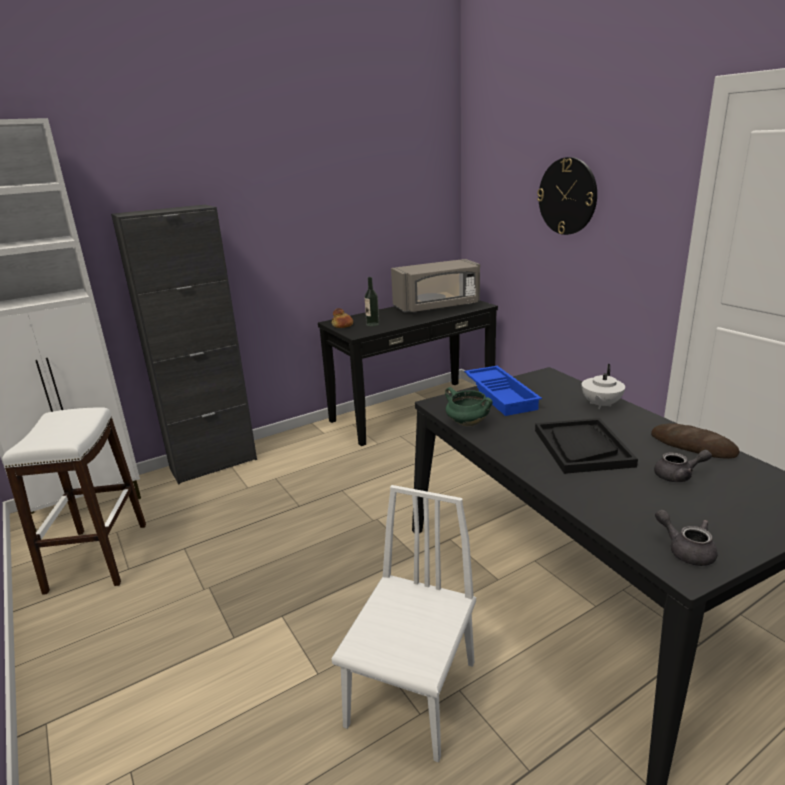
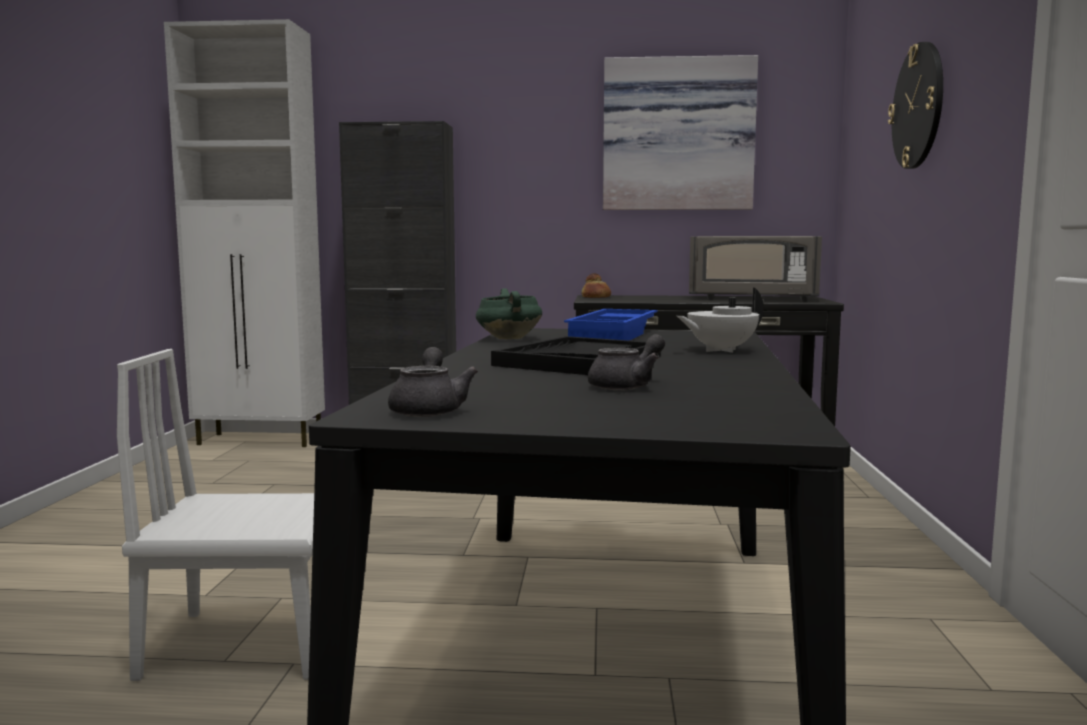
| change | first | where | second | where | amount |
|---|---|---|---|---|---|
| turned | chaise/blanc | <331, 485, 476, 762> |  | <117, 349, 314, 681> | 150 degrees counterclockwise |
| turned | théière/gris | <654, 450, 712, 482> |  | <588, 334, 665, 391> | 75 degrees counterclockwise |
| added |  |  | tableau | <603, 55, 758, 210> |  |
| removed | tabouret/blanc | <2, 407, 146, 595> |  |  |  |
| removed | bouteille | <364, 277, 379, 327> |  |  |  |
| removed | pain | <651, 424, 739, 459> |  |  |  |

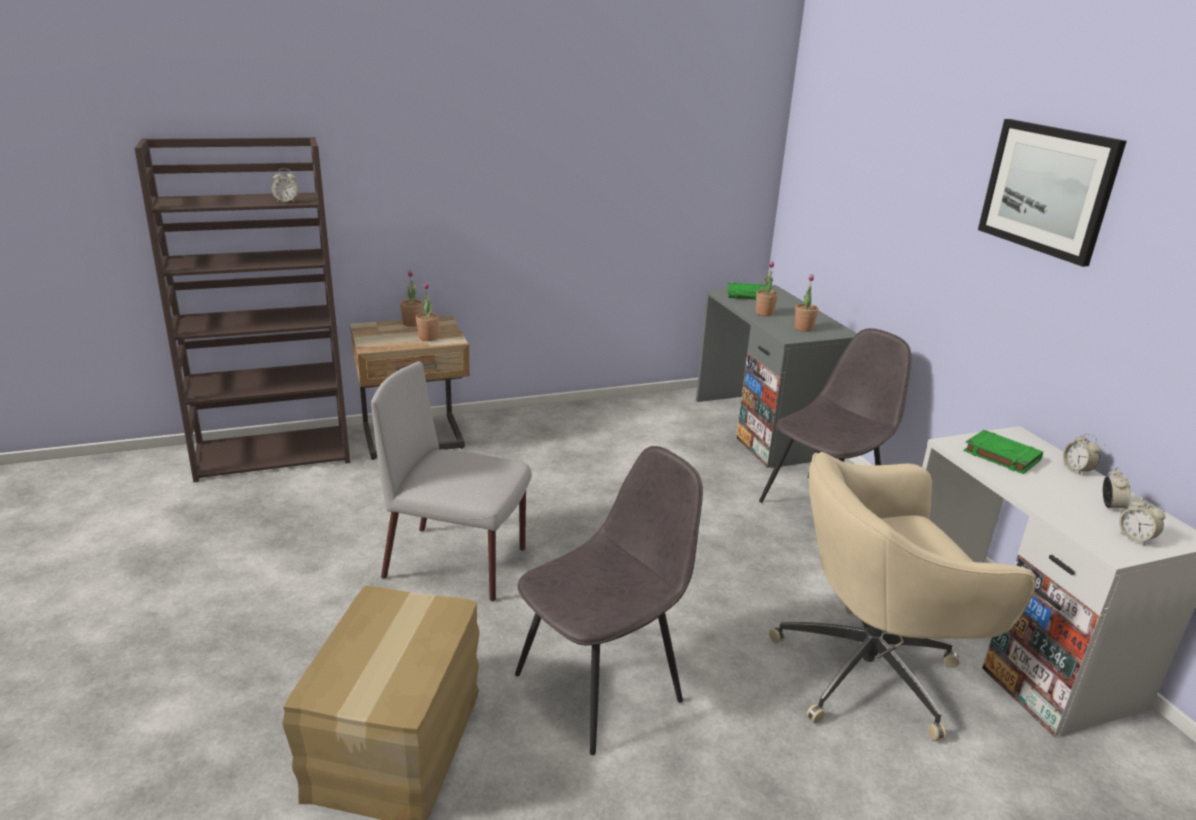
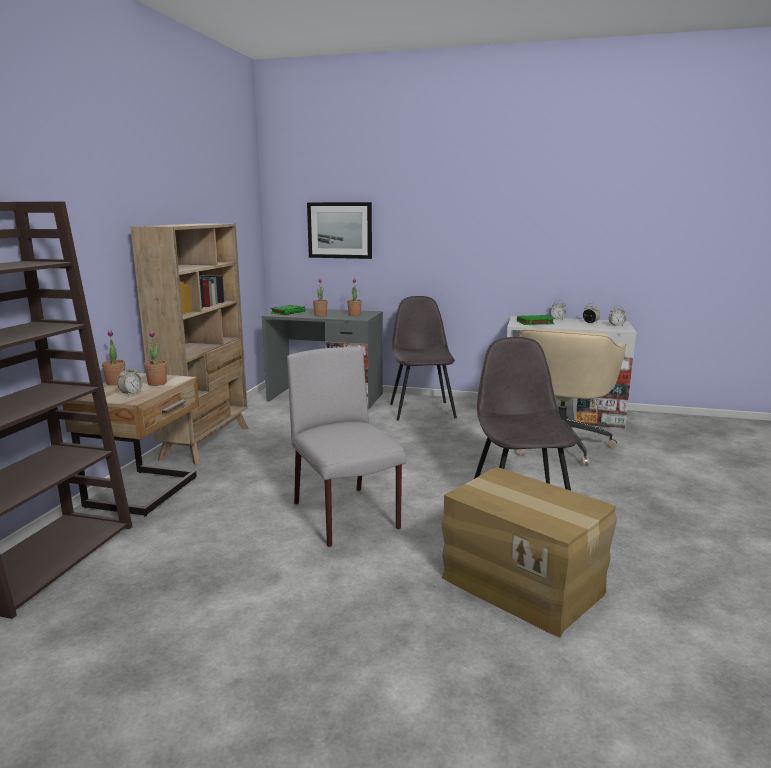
| change | first | where | second | where | amount |
|---|---|---|---|---|---|
| moved | réveil | <272, 169, 299, 202> |  | <118, 366, 143, 396> |  |
| added |  |  | bibliothèque/beige | <131, 224, 249, 465> |  |
| turned | chaise/gris | <371, 362, 532, 601> |  | <287, 347, 407, 547> | 105 degrees clockwise |
| moved | tableau | <978, 119, 1127, 267> |  | <307, 202, 372, 259> |  |

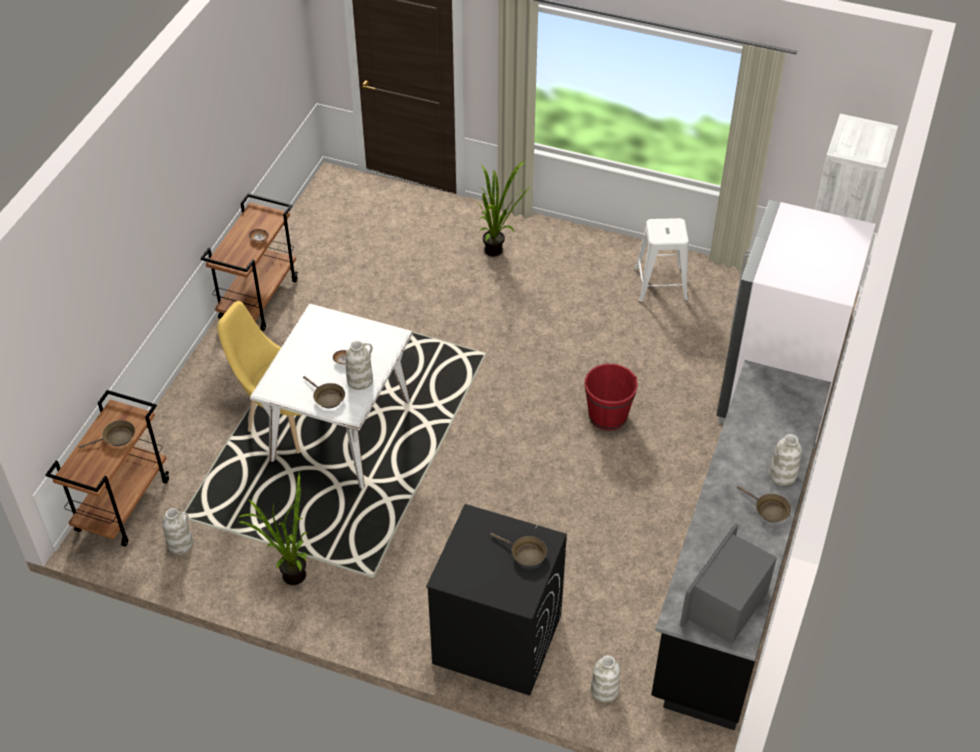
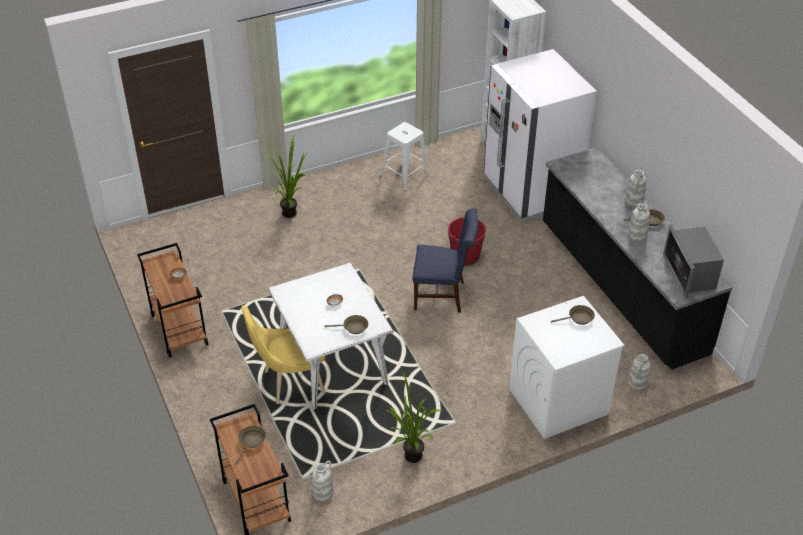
| change | first | where | second | where | amount |
|---|---|---|---|---|---|
| added |  |  | chaise/bleu | <412, 208, 478, 313> |  |
| recoloured | lave-linge/noir | <426, 504, 567, 696> | lave-linge/blanc | <509, 296, 624, 439> |  |
| moved | vase/blanc | <346, 341, 373, 390> |  | <628, 201, 650, 242> |  |

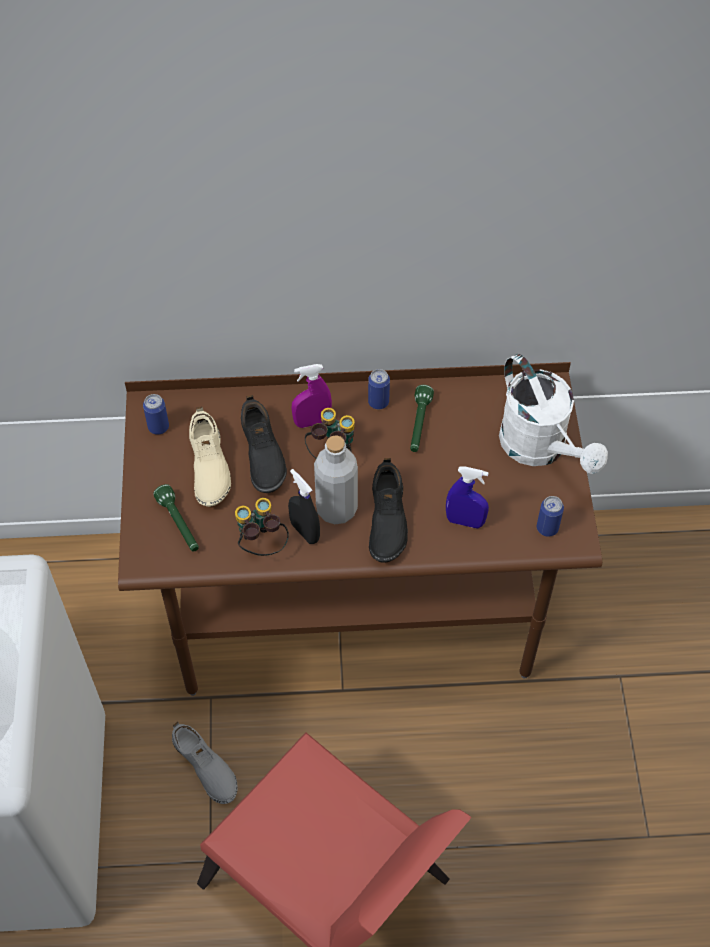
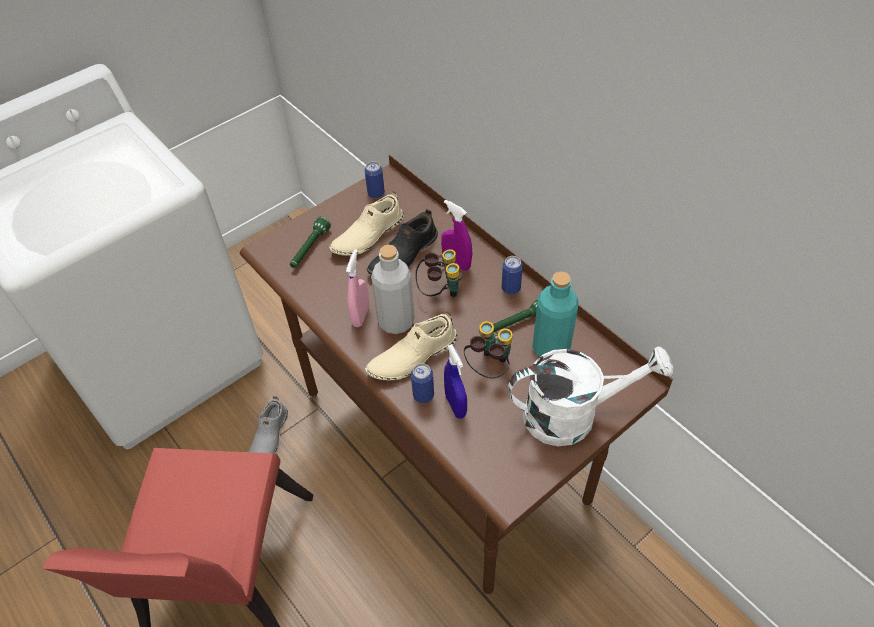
| change | first | where | second | where | amount |
|---|---|---|---|---|---|
| recoloured | vaporisateur/noir | <288, 469, 320, 544> | vaporisateur/rose | <346, 249, 369, 327> |  |
| recoloured | chaussure/noir | <369, 458, 408, 563> | chaussure/beige | <365, 312, 457, 380> |  |
| moved | boîte métallique | <537, 496, 564, 537> |  | <411, 363, 434, 403> |  |
| moved | jumelles | <235, 498, 289, 556> |  | <464, 321, 513, 378> |  |
| turned | arrosoir/blanc | <499, 354, 608, 474> |  | <508, 346, 673, 446> | 120 degrees counterclockwise |
| added |  |  | bouteille/turquoise | <532, 271, 579, 357> |  |

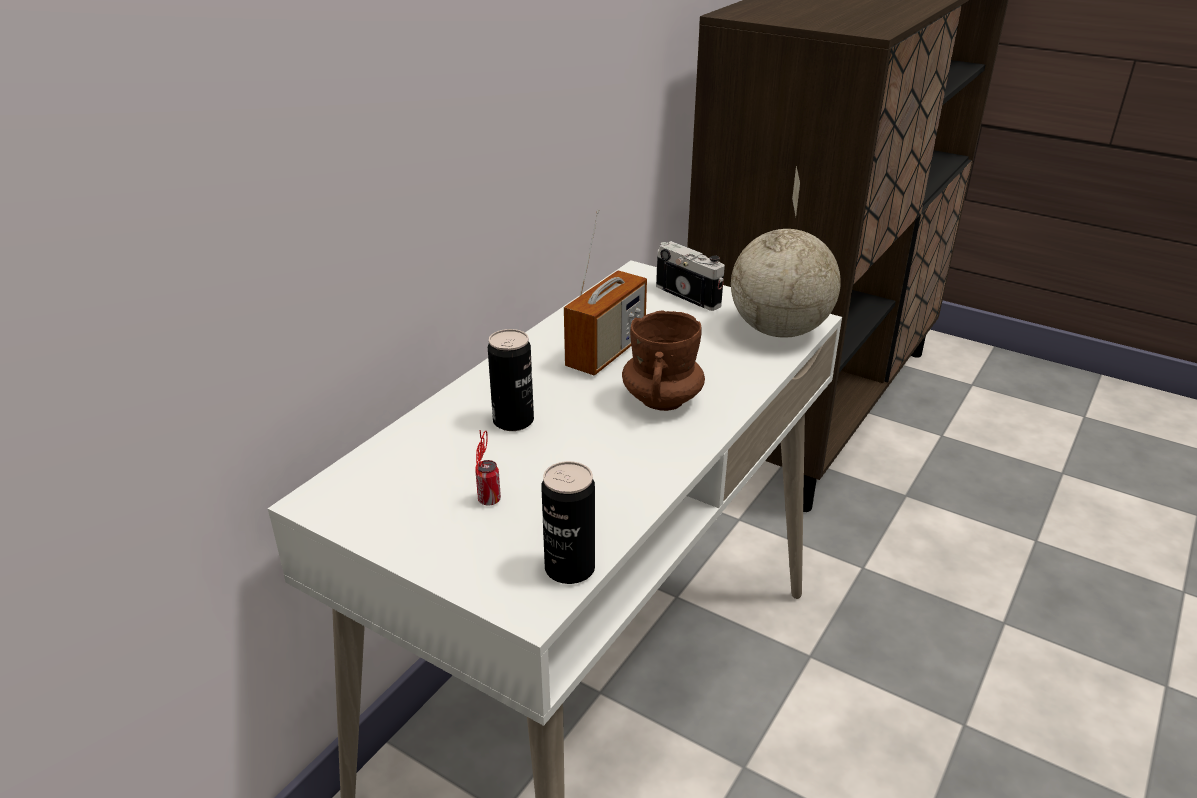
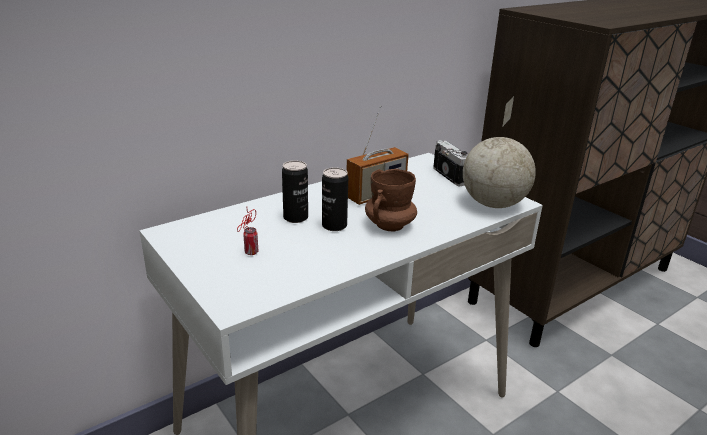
| change | first | where | second | where | amount |
|---|---|---|---|---|---|
| moved | boîte métallique | <541, 461, 595, 584> |  | <322, 168, 348, 231> |  |

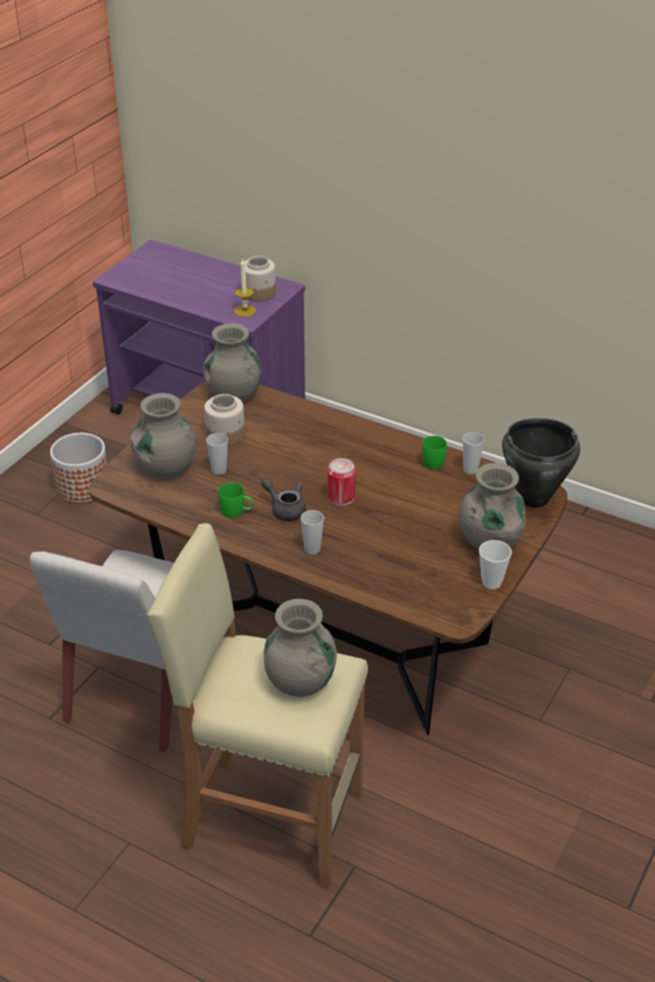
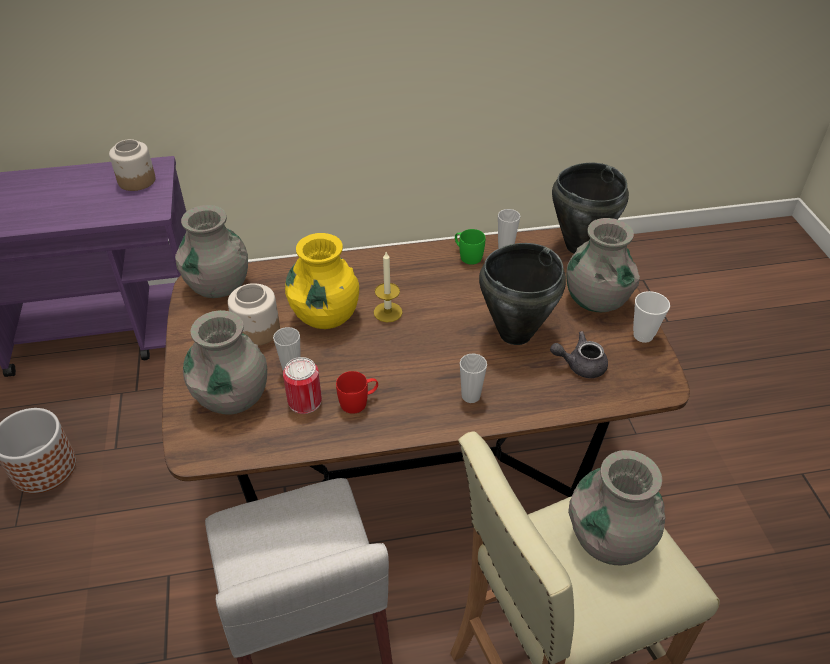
| change | first | where | second | where | amount |
|---|---|---|---|---|---|
| moved | boîte métallique | <327, 458, 356, 506> |  | <283, 357, 322, 414> |  |
| added |  |  | vase/jaune | <285, 233, 359, 329> |  |
| recoloured | mug/vert | <218, 483, 254, 518> | mug/rouge | <336, 371, 378, 414> |  |
| moved | bougie | <234, 259, 256, 317> |  | <374, 252, 403, 322> |  |
| added |  |  | marmite/noir | <479, 243, 566, 345> |  |
| moved | théière/gris | <261, 478, 306, 521> |  | <550, 331, 608, 378> |  |

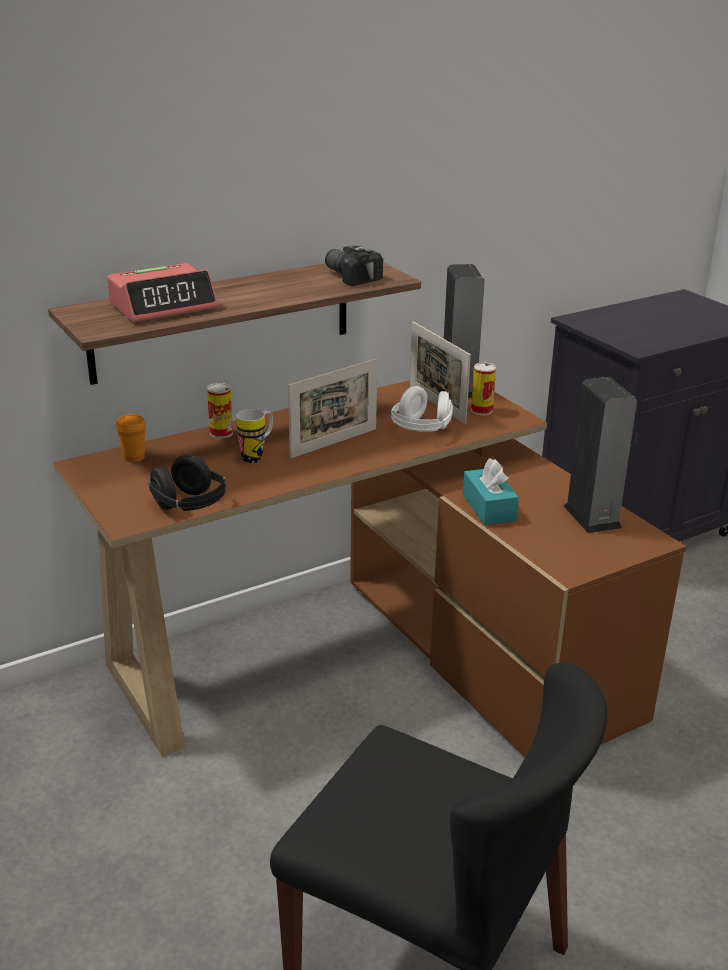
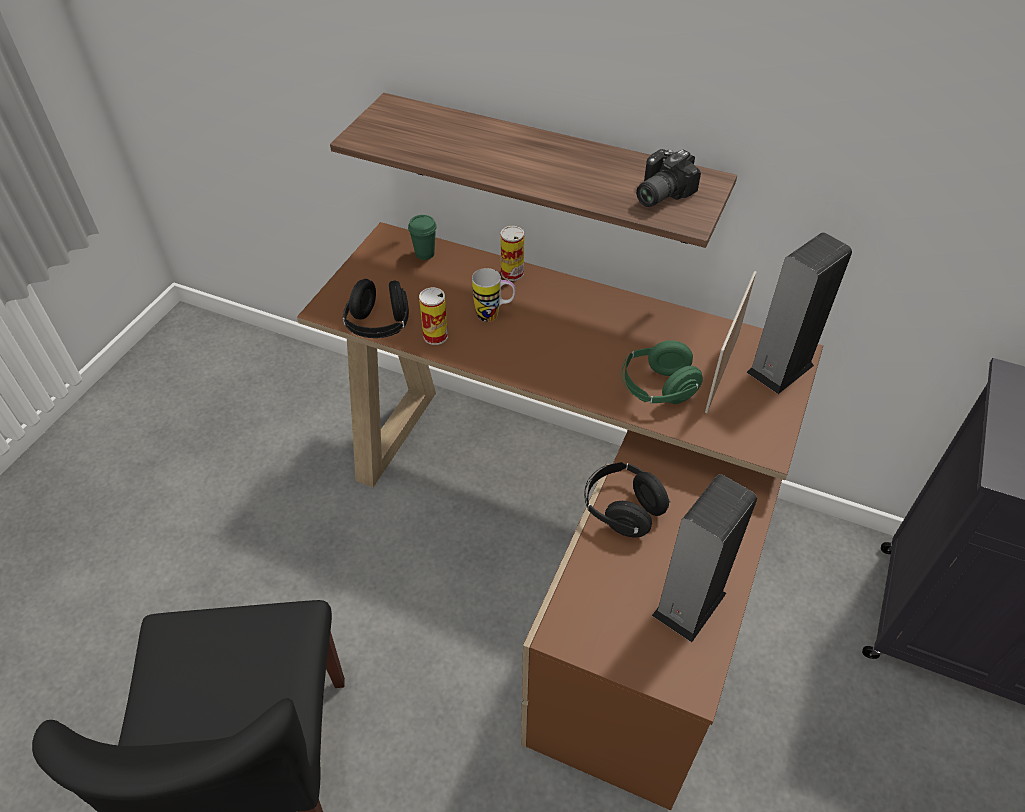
| change | first | where | second | where | amount |
|---|---|---|---|---|---|
| recoloured | tasse/orange | <115, 414, 146, 462> | tasse/vert | <408, 215, 437, 260> |  |
| moved | boîte métallique | <471, 362, 496, 415> |  | <419, 287, 448, 345> |  |
| replaced | boîte à mouchoirs/turquoise | <463, 458, 519, 526> | casque audio/noir | <584, 462, 671, 538> |  |
| recoloured | casque audio/blanc | <390, 386, 453, 432> | casque audio/vert | <621, 340, 703, 404> |  |
| turned | appareil photo | <325, 246, 383, 286> |  | <636, 149, 701, 207> | 150 degrees counterclockwise |
| removed | réveil | <107, 263, 218, 323> |  |  |  |
| removed | cadre photo | <288, 358, 378, 458> |  |  |  |

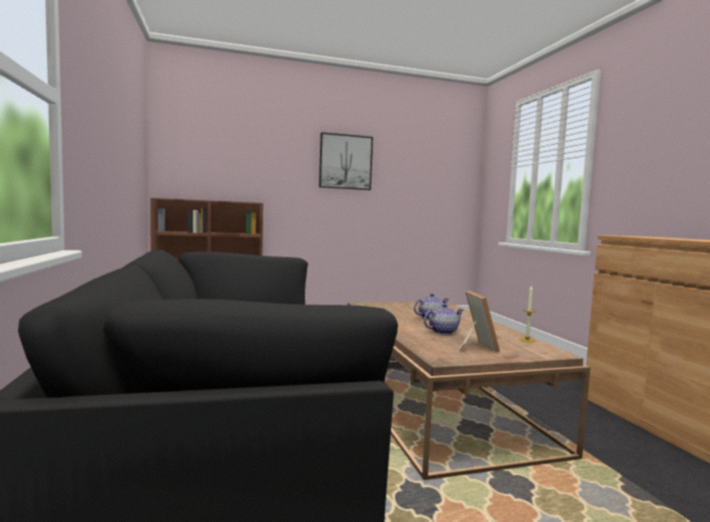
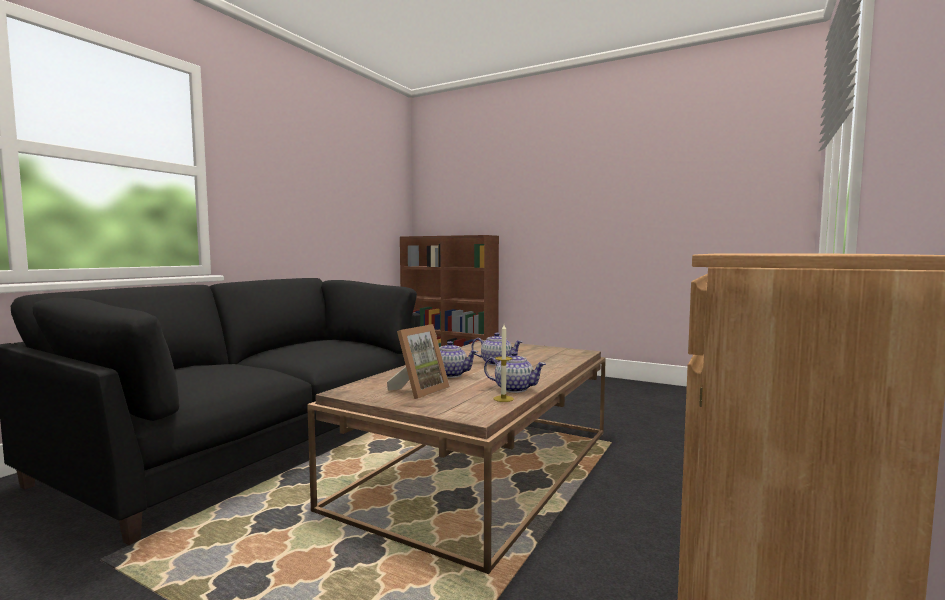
| change | first | where | second | where | amount |
|---|---|---|---|---|---|
| added |  |  | théière | <484, 351, 546, 393> |  |
| removed | tableau | <319, 132, 373, 190> |  |  |  |

